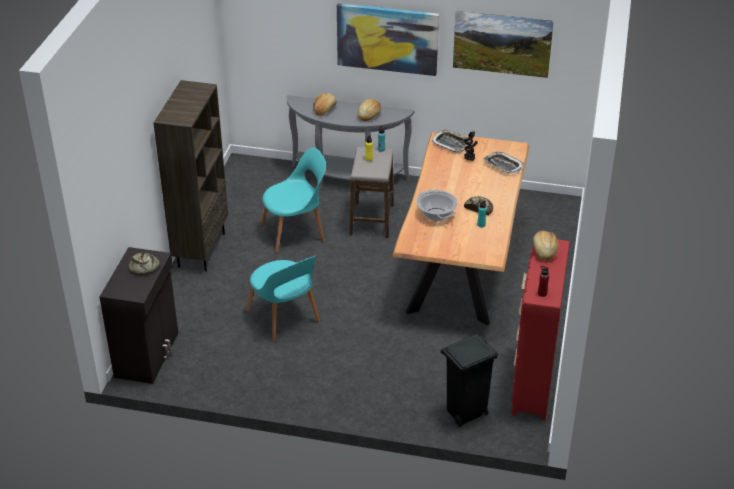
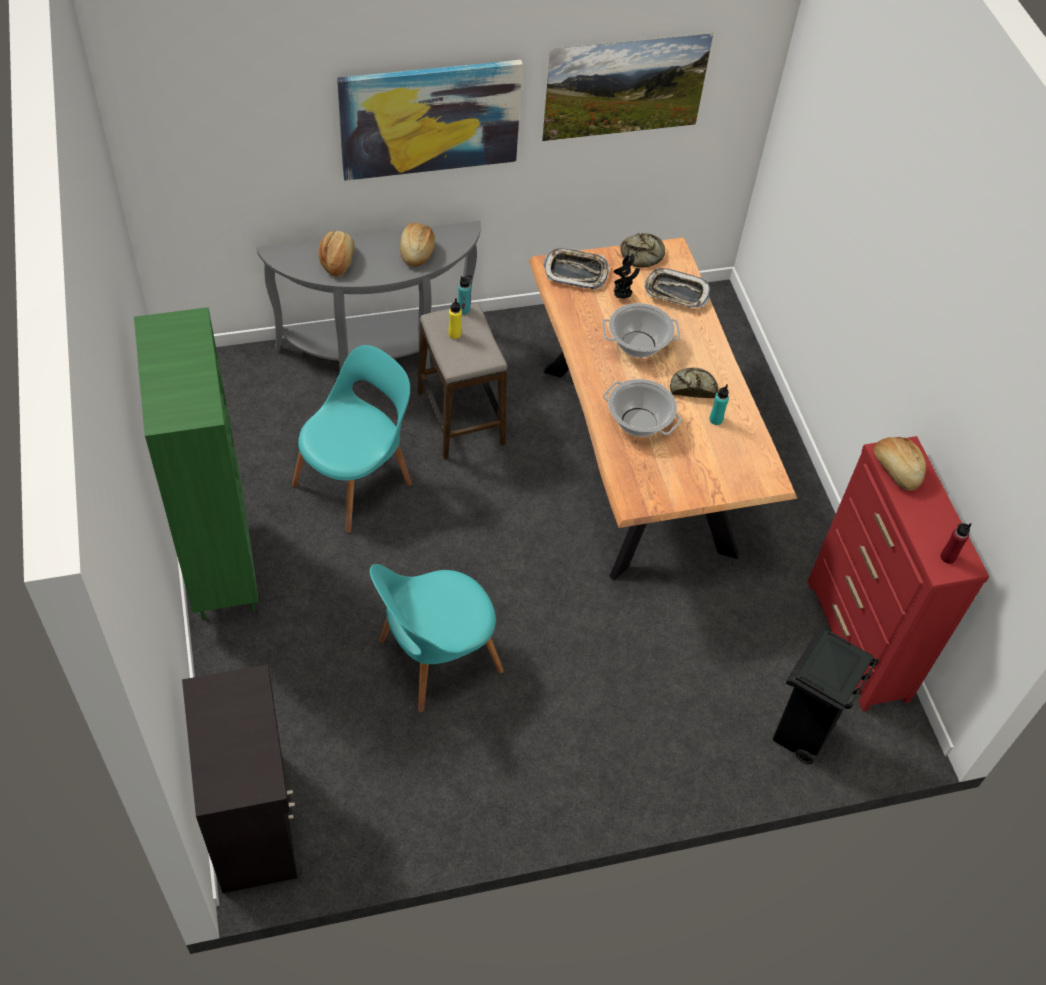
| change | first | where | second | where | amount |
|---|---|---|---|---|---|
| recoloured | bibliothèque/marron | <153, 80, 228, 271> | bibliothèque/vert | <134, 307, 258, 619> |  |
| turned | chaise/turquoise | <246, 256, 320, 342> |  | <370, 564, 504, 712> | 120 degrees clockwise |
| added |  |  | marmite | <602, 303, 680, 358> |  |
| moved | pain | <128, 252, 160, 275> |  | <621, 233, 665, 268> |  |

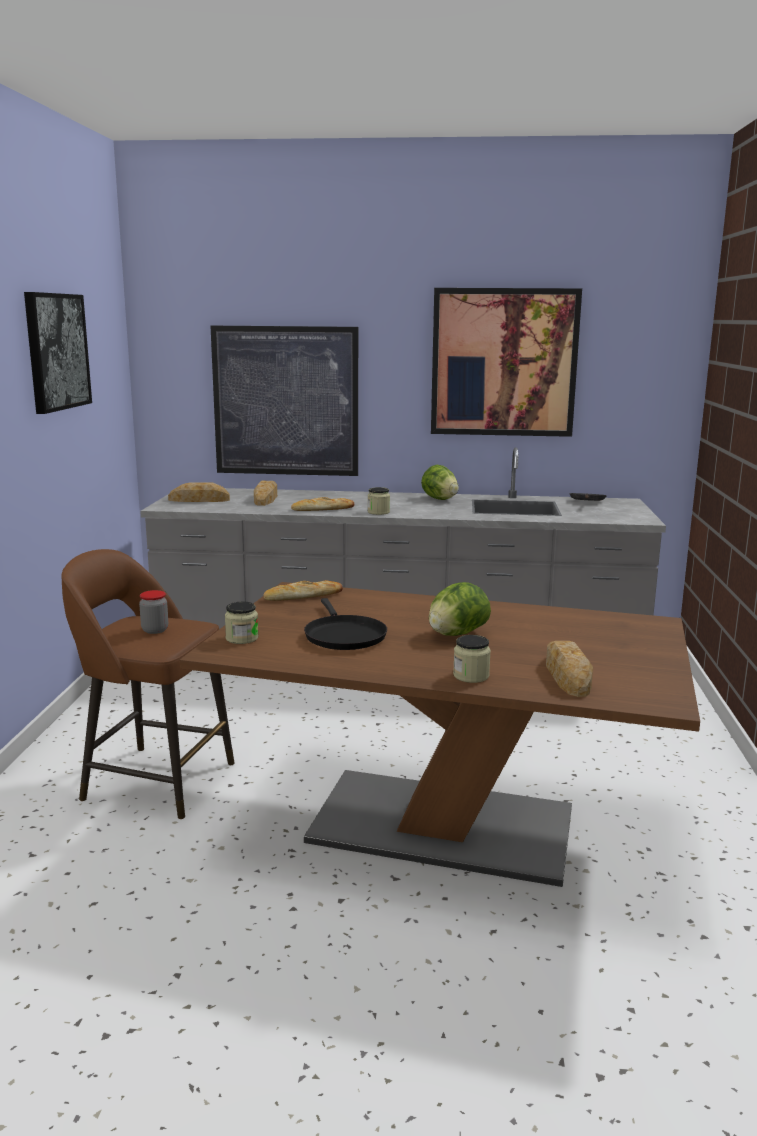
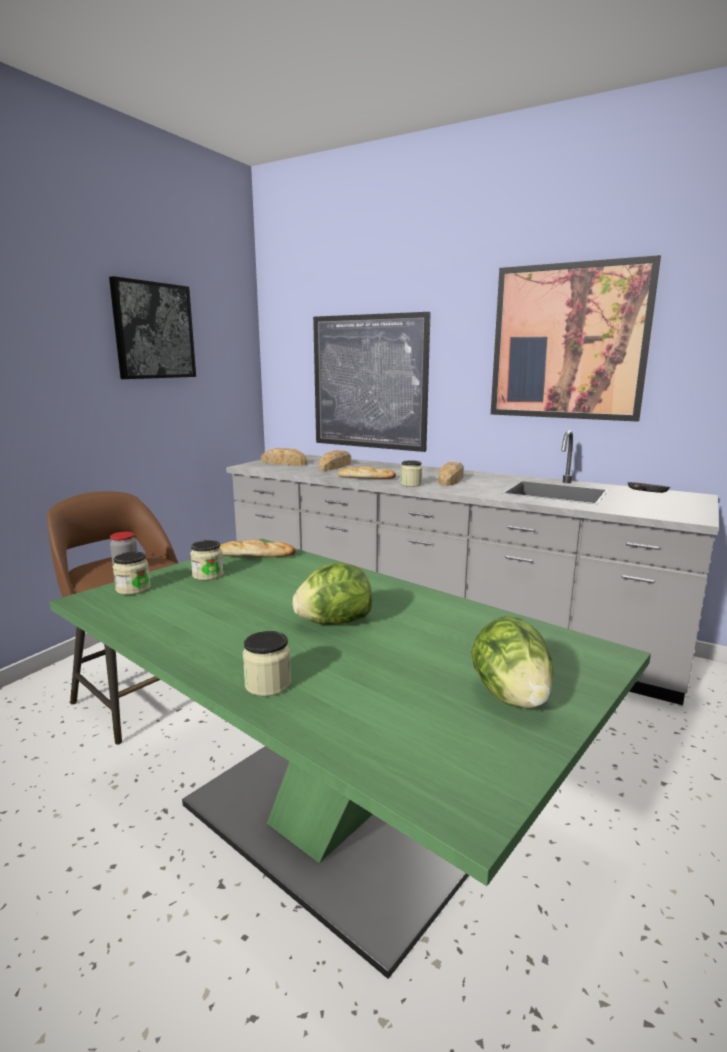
| change | first | where | second | where | amount |
|---|---|---|---|---|---|
| recoloured | table à manger/marron | <180, 582, 700, 887> | table à manger/vert | <50, 539, 651, 979> |  |
| added |  |  | bocal | <190, 540, 224, 580> |  |
| moved | pain | <546, 641, 593, 697> |  | <439, 462, 464, 486> |  |
| moved | laitue | <421, 465, 459, 500> |  | <471, 616, 553, 708> |  |
| removed | poêle/noir | <304, 598, 387, 650> |  |  |  |

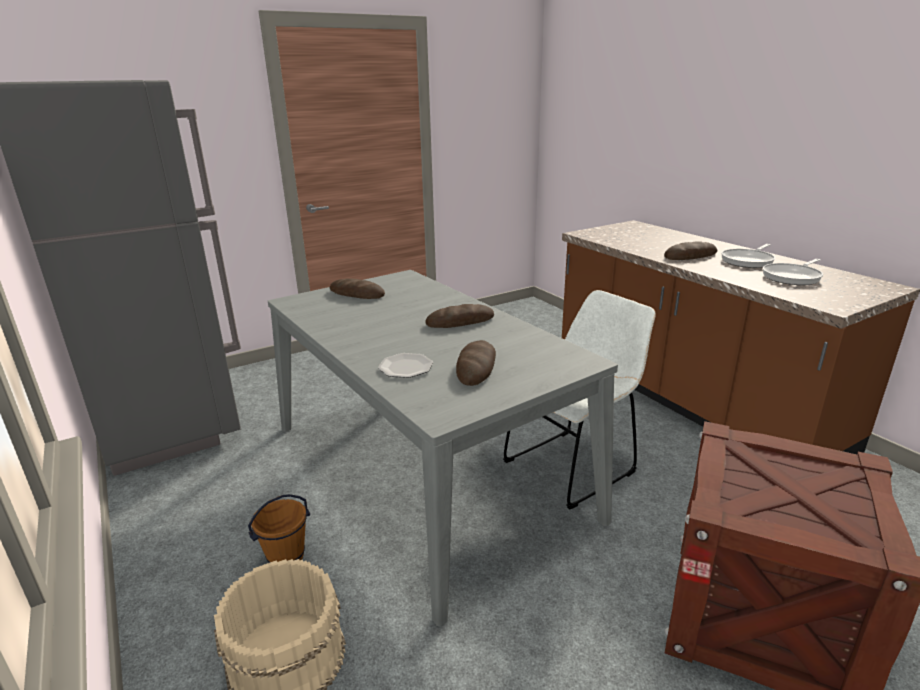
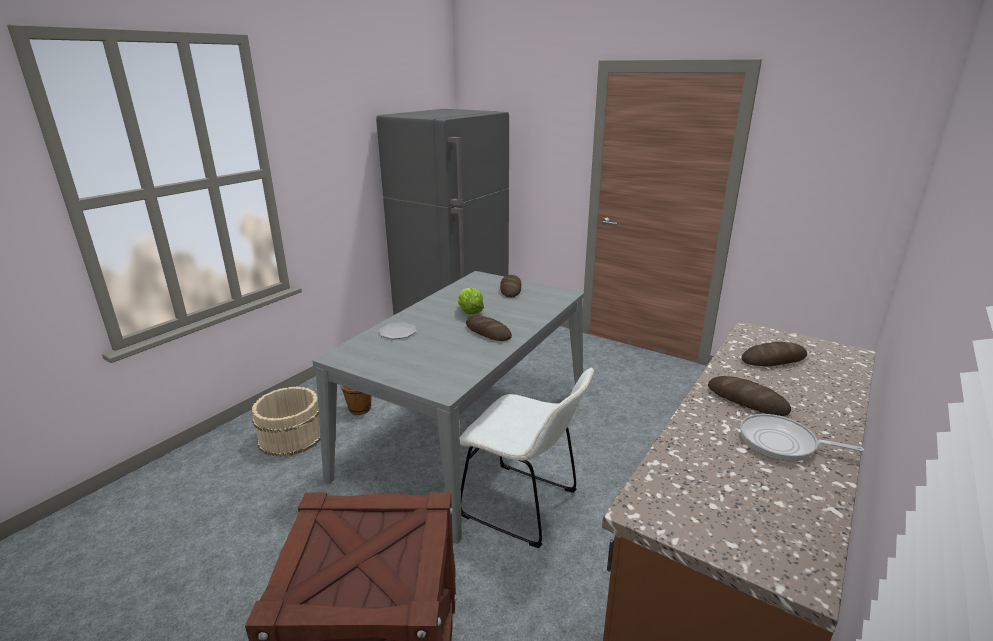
| change | first | where | second | where | amount |
|---|---|---|---|---|---|
| added |  |  | laitue | <458, 288, 484, 314> |  |
| moved | pain | <456, 340, 496, 386> |  | <741, 342, 807, 366> |  |
| removed | poêle | <763, 259, 823, 285> |  |  |  |

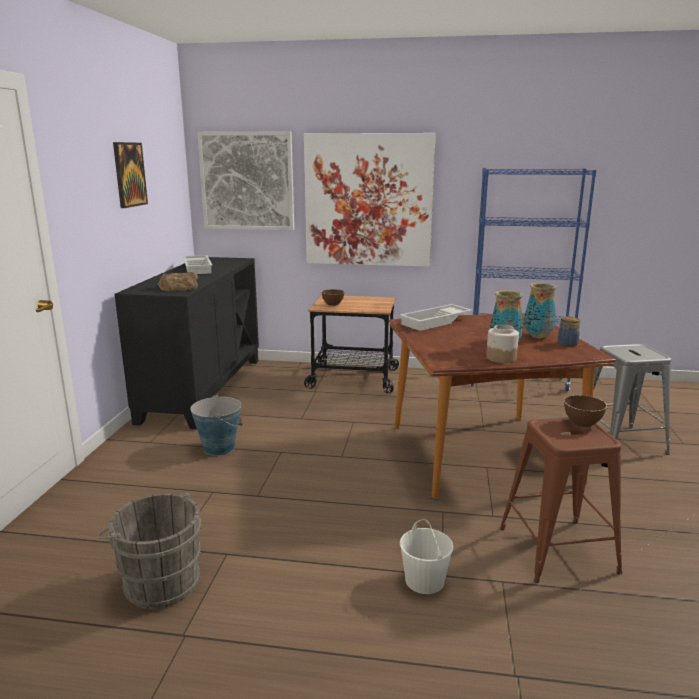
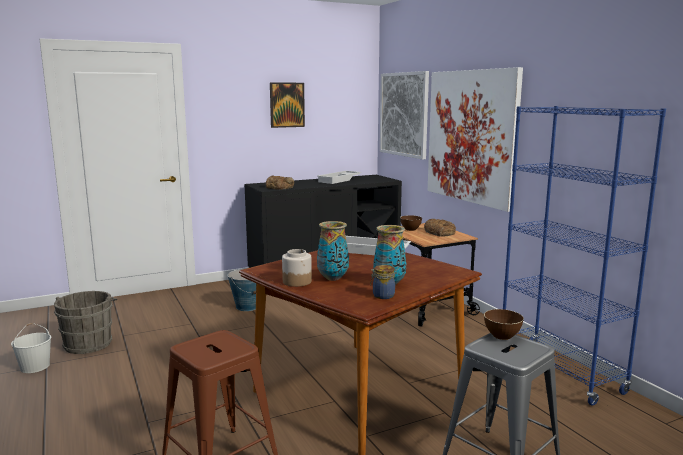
| change | first | where | second | where | amount |
|---|---|---|---|---|---|
| moved | seau/blanc | <400, 519, 454, 594> |  | <11, 323, 51, 373> |  |
| added |  |  | pain | <424, 219, 456, 237> |  |
| moved | bol/marron | <564, 395, 607, 427> |  | <484, 309, 524, 340> |  |

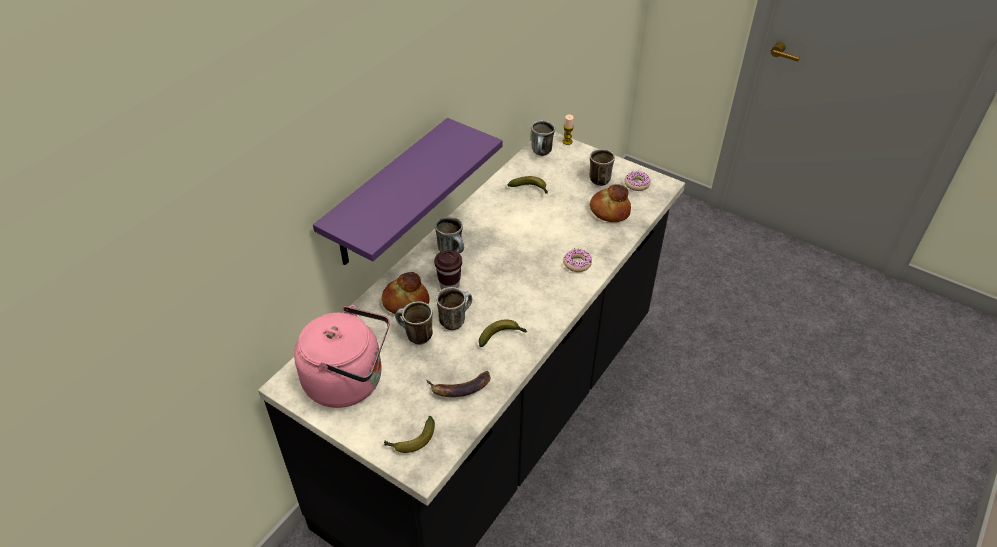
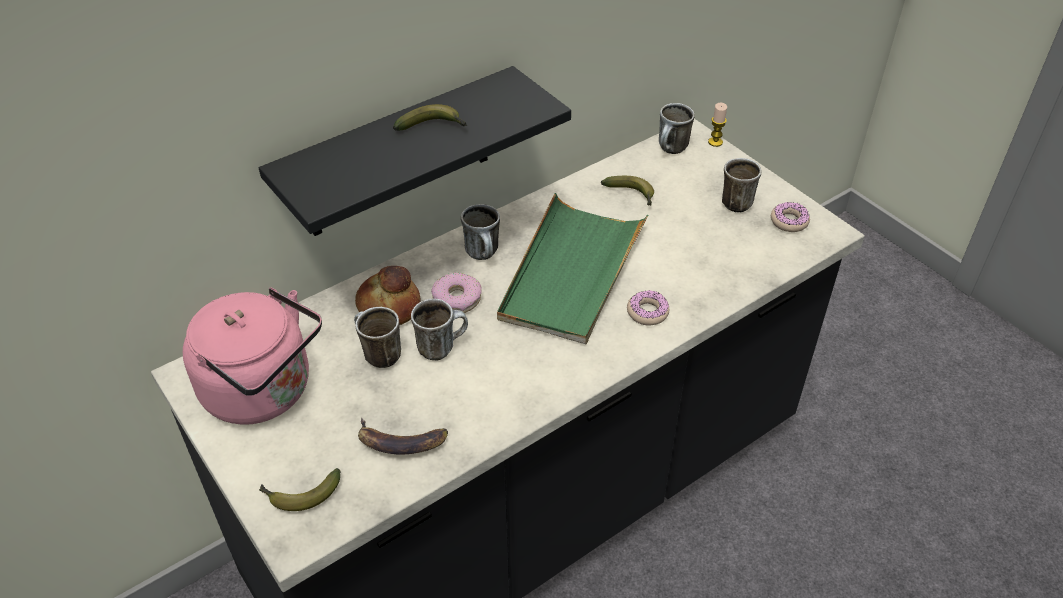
| change | first | where | second | where | amount |
|---|---|---|---|---|---|
| recoloured | étagère/violet | <313, 118, 503, 265> | étagère/noir | <259, 66, 571, 236> |  |
| moved | banane | <479, 319, 527, 347> |  | <393, 104, 467, 131> |  |
| replaced | tasse/marron | <434, 250, 462, 289> | beignet | <431, 273, 482, 313> |  |
| added |  |  | plateau/vert | <497, 193, 648, 344> |  |
| removed | pain | <590, 184, 631, 222> |  |  |  |

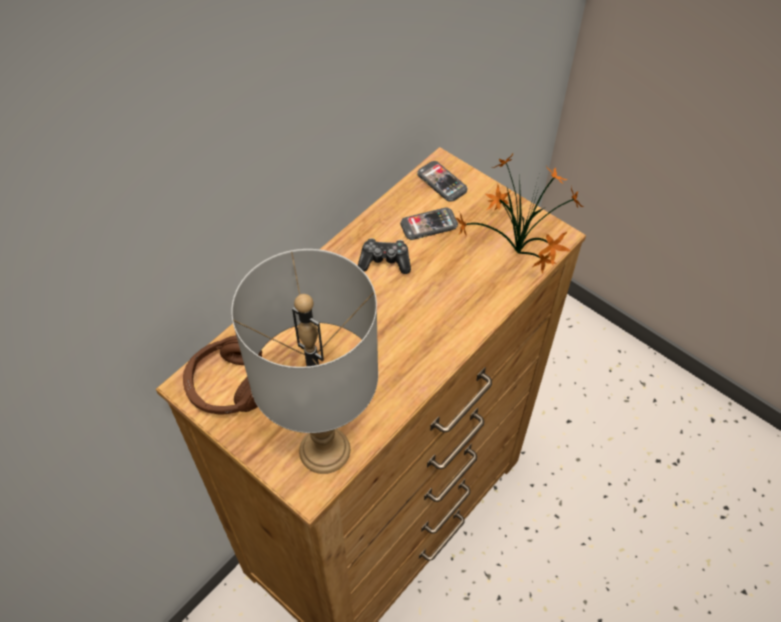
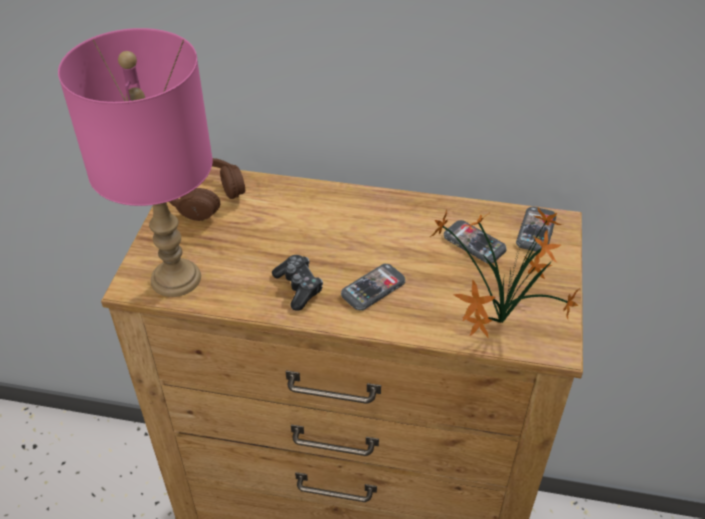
| change | first | where | second | where | amount |
|---|---|---|---|---|---|
| recoloured | lampe de table/gris | <231, 249, 378, 474> | lampe de table/rose | <58, 28, 213, 297> |  |
| moved | manette | <358, 238, 411, 274> |  | <272, 255, 323, 311> |  |
| added |  |  | téléphone | <341, 264, 405, 311> |  |

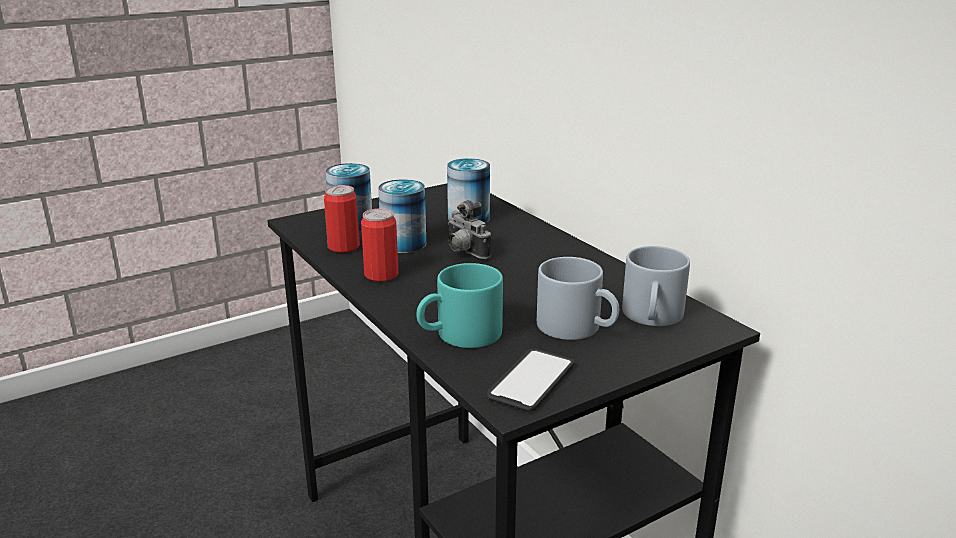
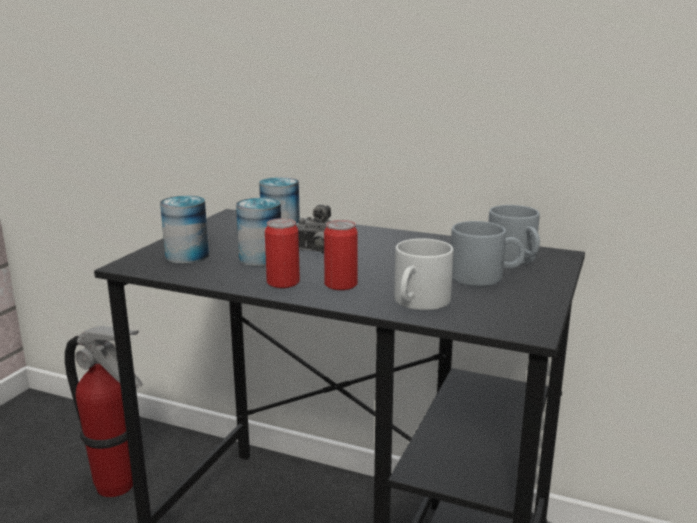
| change | first | where | second | where | amount |
|---|---|---|---|---|---|
| added |  |  | extincteur | <65, 326, 143, 497> |  |
| moved | boîte métallique | <324, 185, 360, 253> |  | <324, 220, 358, 290> |  |
| recoloured | mug/turquoise | <416, 263, 503, 348> | mug/blanc | <394, 238, 454, 310> |  |
| removed | téléphone | <487, 348, 574, 412> |  |  |  |

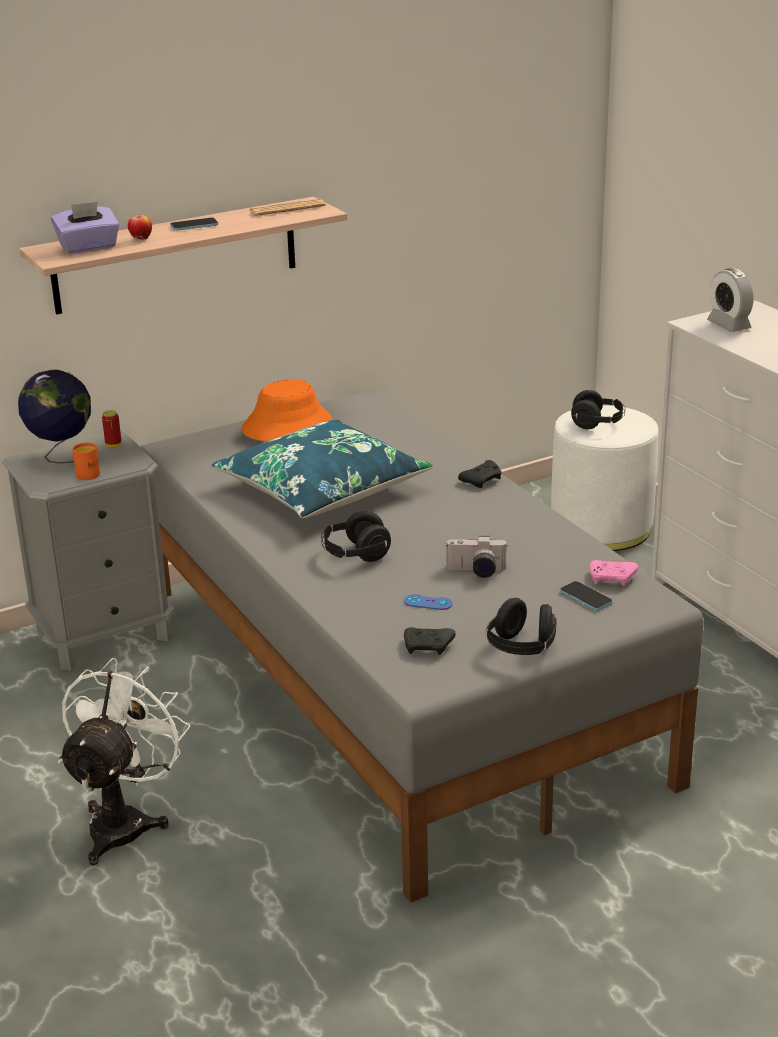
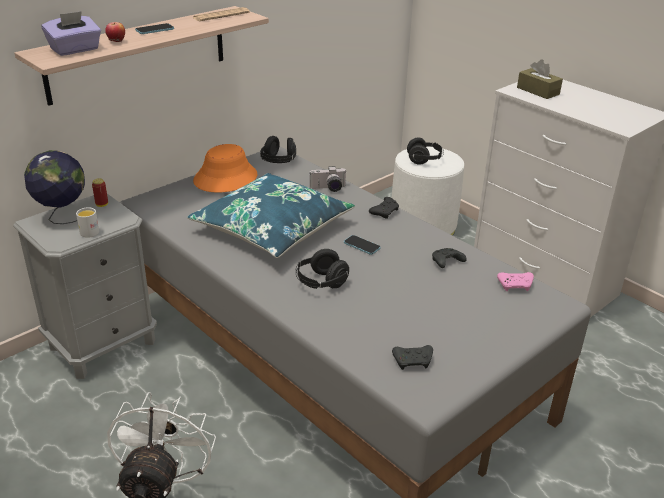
| change | first | where | second | where | amount |
|---|---|---|---|---|---|
| recoloured | mug/orange | <72, 443, 100, 480> | mug/blanc | <76, 207, 99, 238> |  |
| moved | casque audio/noir | <486, 598, 557, 655> |  | <260, 136, 296, 163> |  |
| moved | appareil photo | <446, 536, 508, 578> |  | <310, 166, 347, 192> |  |
| moved | téléphone | <560, 581, 613, 611> |  | <344, 235, 380, 255> |  |
| added |  |  | manette/noir | <432, 248, 467, 268> |  |
| replaced | réveil | <707, 268, 754, 332> | boîte à mouchoirs/marron | <517, 59, 563, 99> |  |
| removed | manette/bleu | <404, 594, 453, 610> |  |  |  |

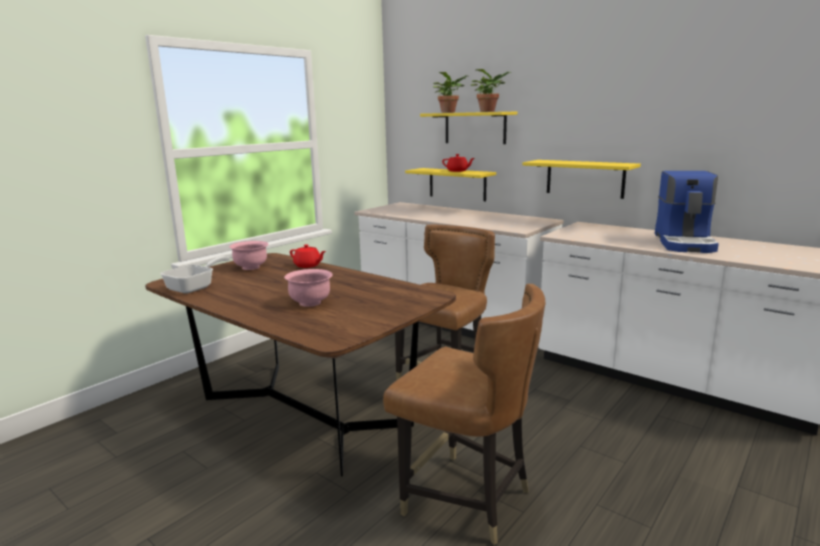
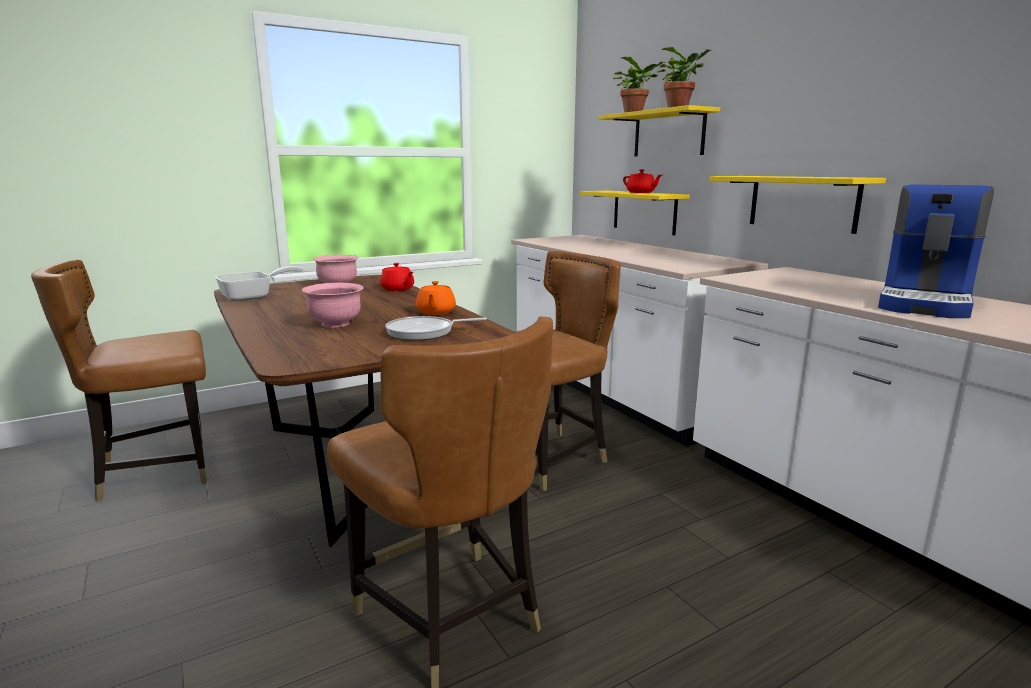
| change | first | where | second | where | amount |
|---|---|---|---|---|---|
| added |  |  | chaise/marron | <31, 260, 207, 502> |  |
| added |  |  | poêle | <385, 316, 487, 341> |  |
| added |  |  | théière/orange | <416, 281, 456, 315> |  |

